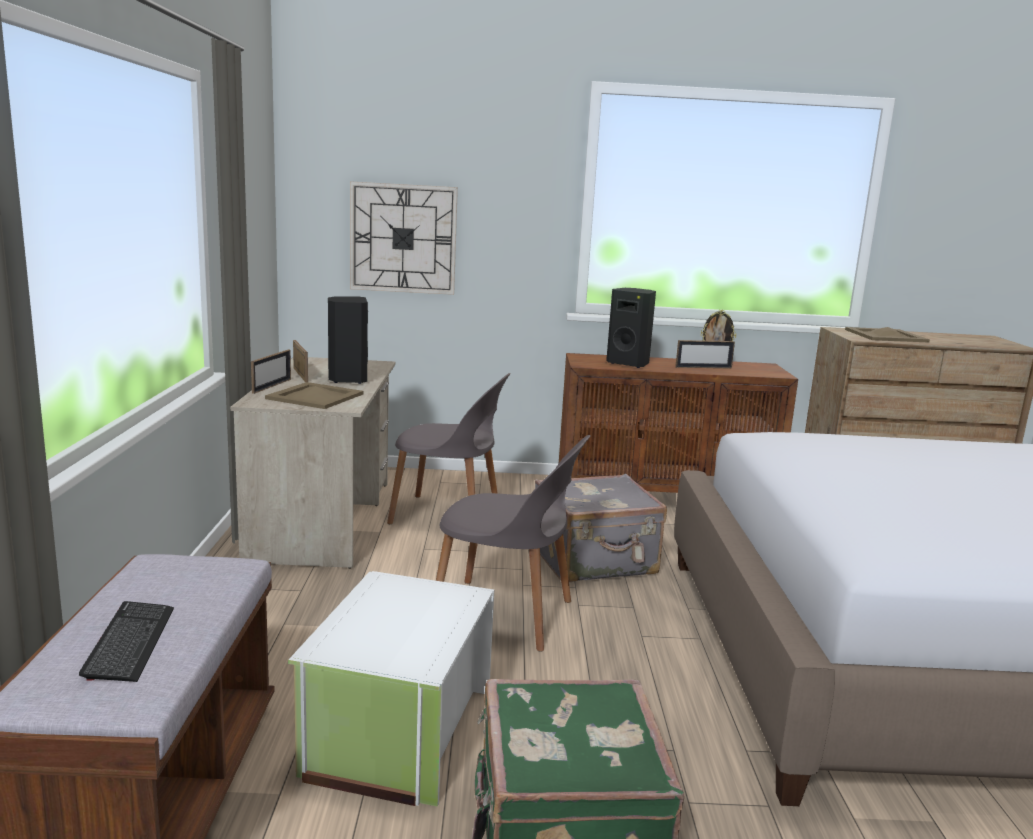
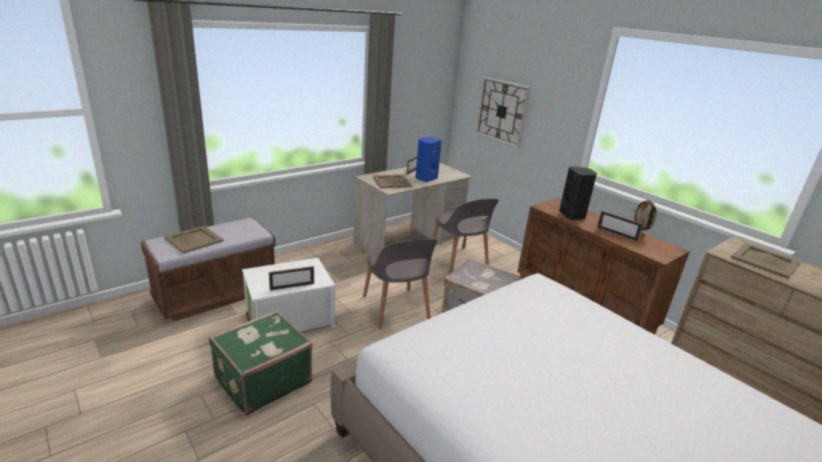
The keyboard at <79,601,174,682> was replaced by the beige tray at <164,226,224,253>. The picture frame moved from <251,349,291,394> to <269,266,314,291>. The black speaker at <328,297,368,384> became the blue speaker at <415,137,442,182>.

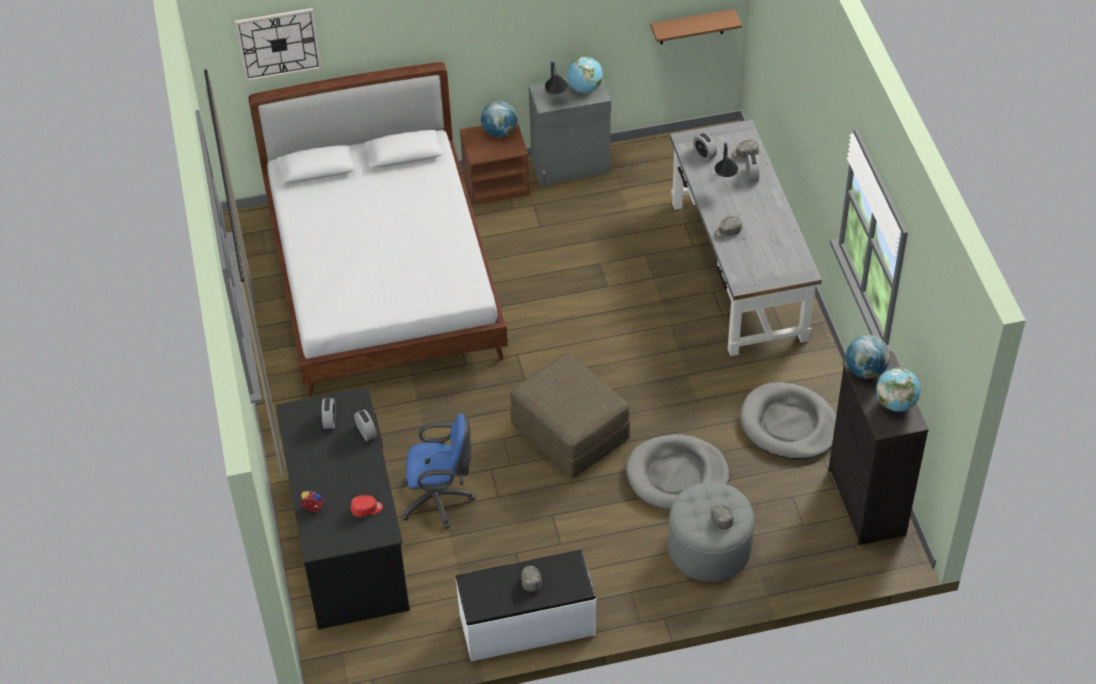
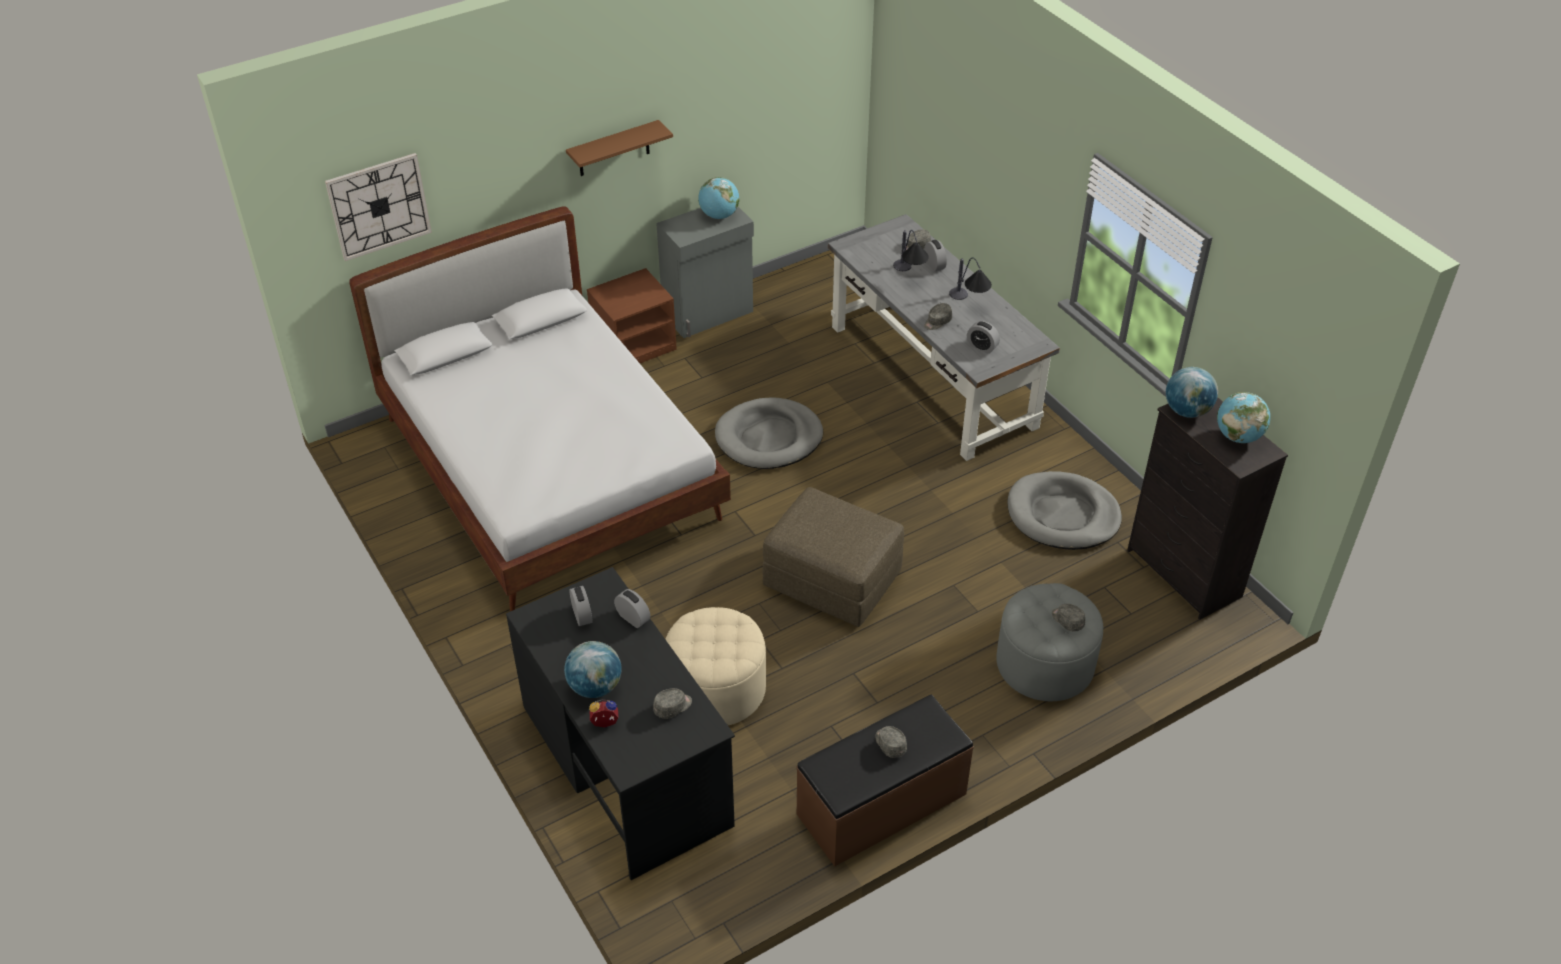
The globe moved from <481,101,517,137> to <564,641,622,698>. The brown shelf moved from <650,9,742,44> to <566,120,673,176>. The red cap at <351,495,383,517> became the grey cap at <653,688,692,719>. The blue office chair at <401,413,476,529> was replaced by the beige ottoman at <665,607,766,725>. The grey dog bed moved from <626,434,729,510> to <715,397,823,469>. The white bench at <455,550,596,661> became the brown bench at <796,695,974,866>. The table lamp moved from <545,61,568,95> to <949,257,992,300>. The alarm clock moved from <693,133,717,161> to <967,321,1000,353>.

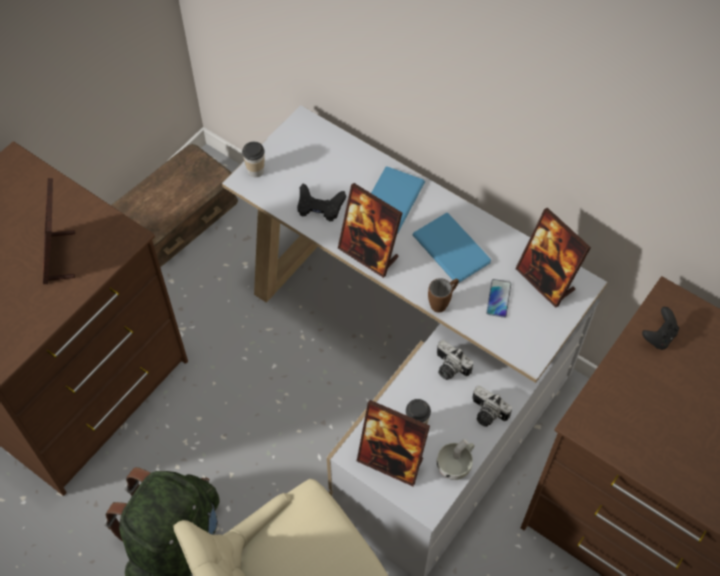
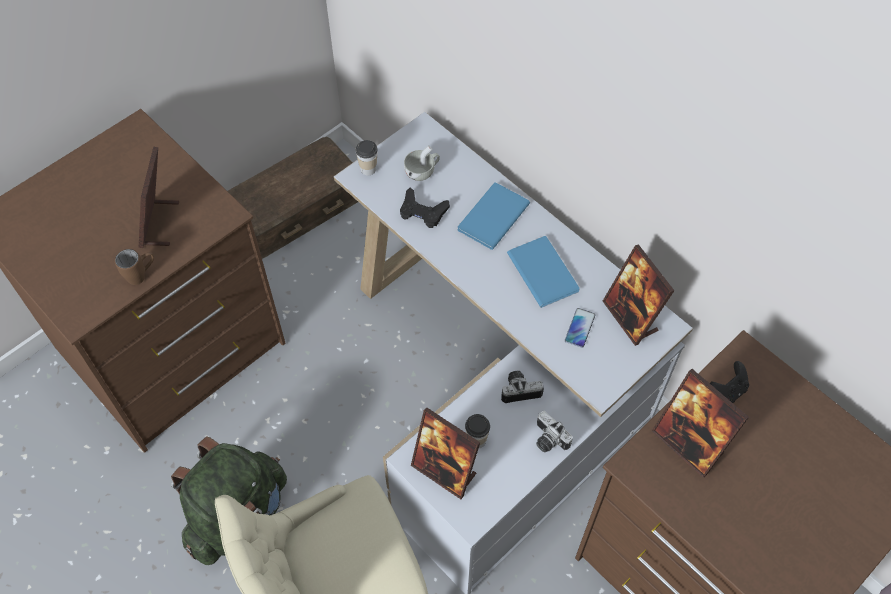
The brown mug moved from <428,278,459,312> to <115,249,154,285>. The white cup moved from <437,439,475,480> to <404,145,440,181>. The photo camera at <437,340,473,380> turned 120 degrees clockwise. The picture frame moved from <338,183,402,278> to <652,369,749,478>.

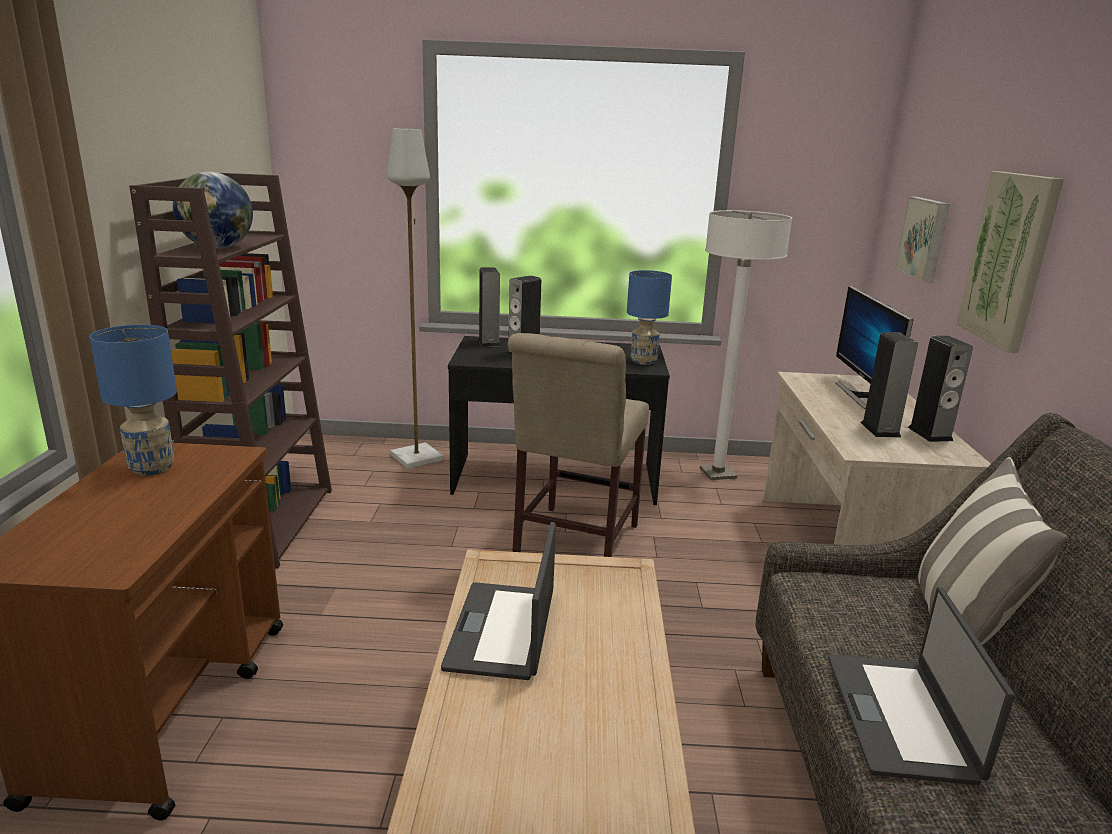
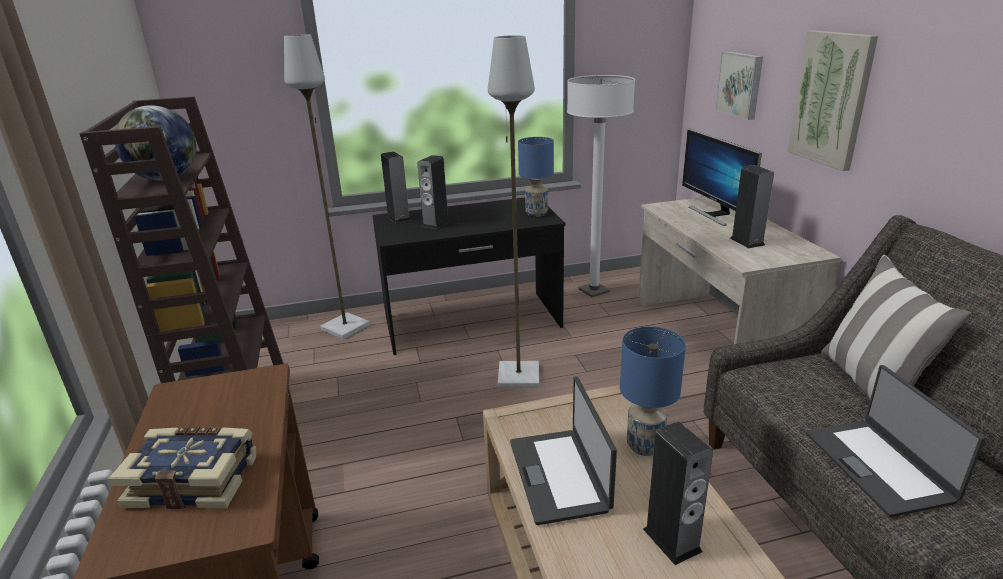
The book at <108,427,256,509> appeared. The beige chair at <508,333,649,557> was replaced by the grey floor lamp at <488,35,539,388>. The blue table lamp moved from <90,325,177,476> to <620,326,686,456>. The speaker moved from <908,336,973,442> to <643,422,713,565>.

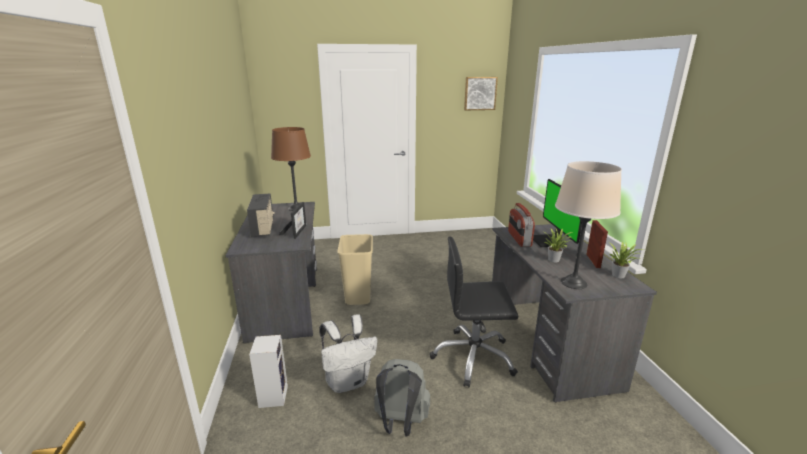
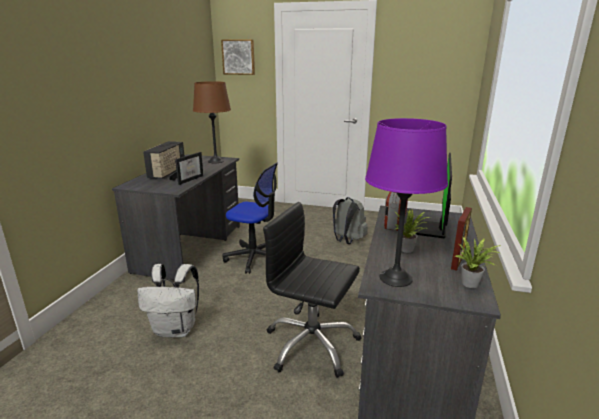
The picture moved from <464,77,498,110> to <221,39,255,75>. The beige trash can at <337,234,373,305> was replaced by the office chair at <223,163,278,274>. The grey backpack moved from <374,359,430,436> to <333,197,368,244>. The beige table lamp at <555,161,622,289> became the purple table lamp at <365,118,448,287>. The speaker at <249,335,288,408> disappeared.

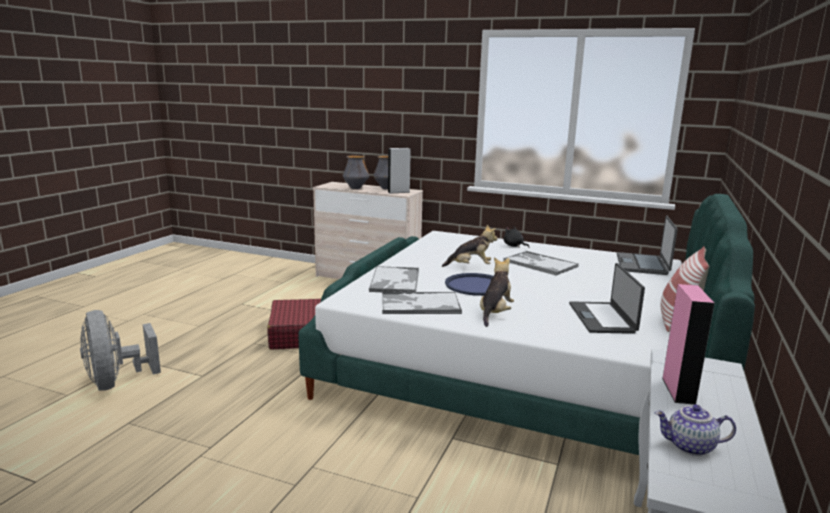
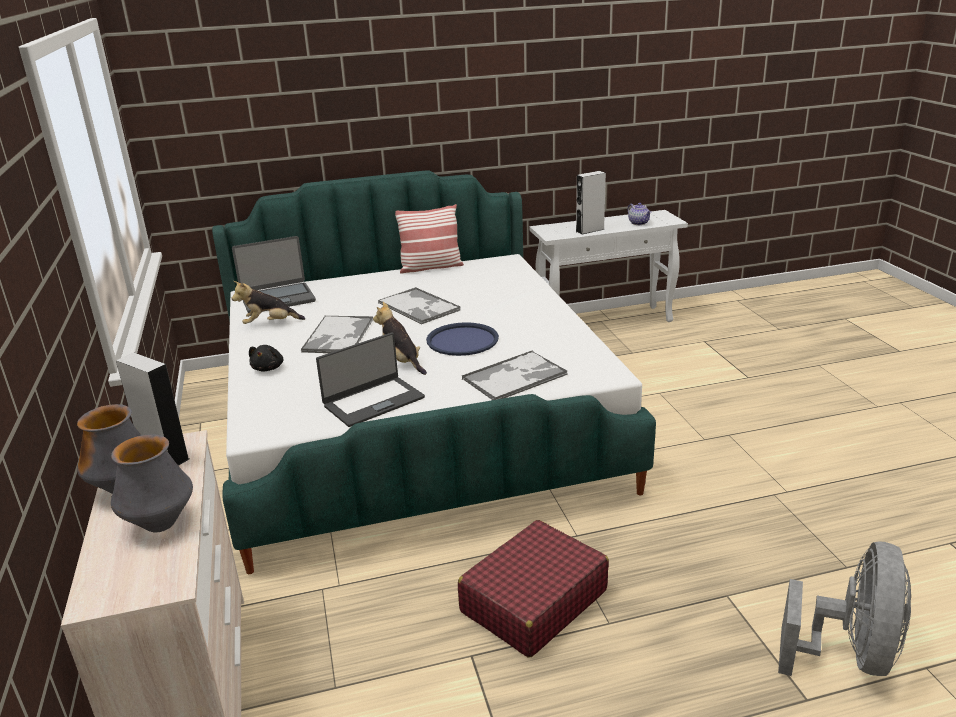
The plush toy moved from <480,257,514,327> to <232,281,305,324>. The laptop moved from <569,263,645,334> to <316,333,425,427>. The tray moved from <382,292,462,314> to <378,287,461,324>. The pink speaker at <662,284,715,405> became the grey speaker at <576,171,606,235>.

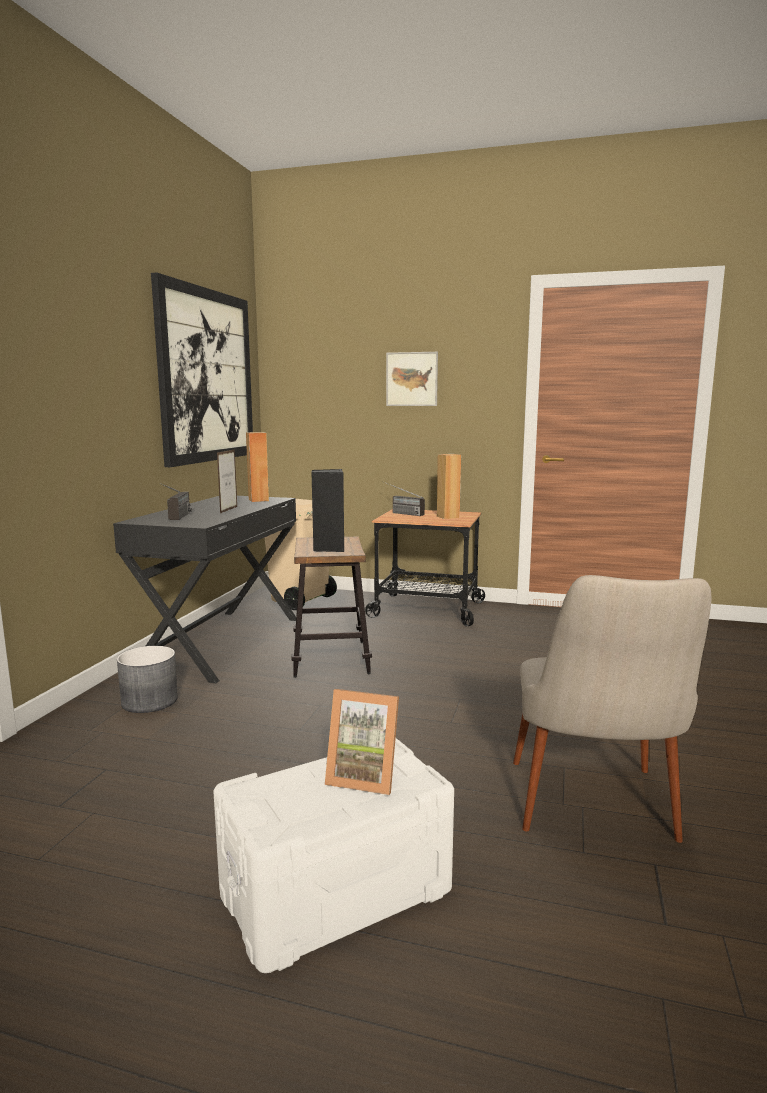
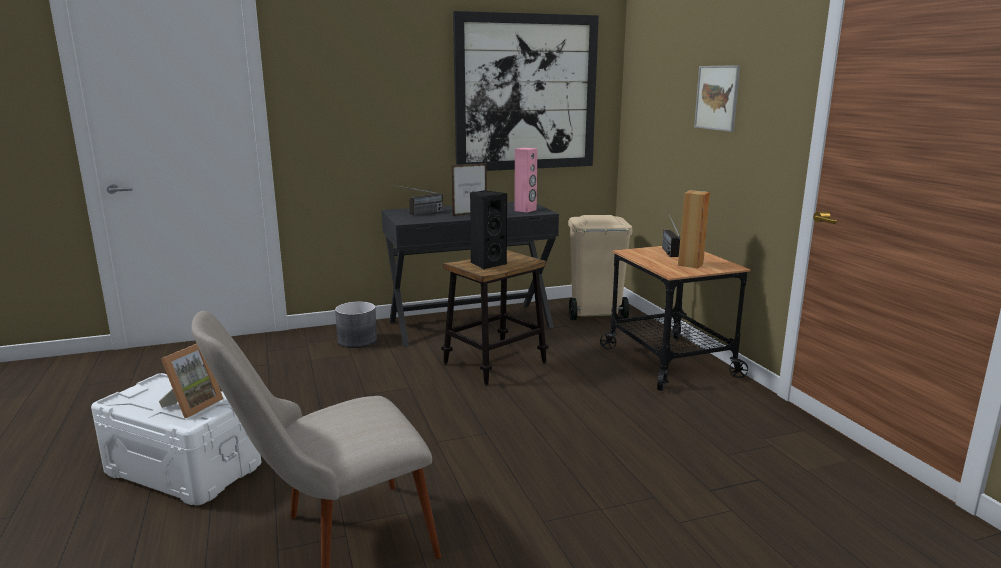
The picture frame at <325,689,399,795> turned 135 degrees counterclockwise. The brown speaker at <246,432,269,502> became the pink speaker at <514,148,538,213>.

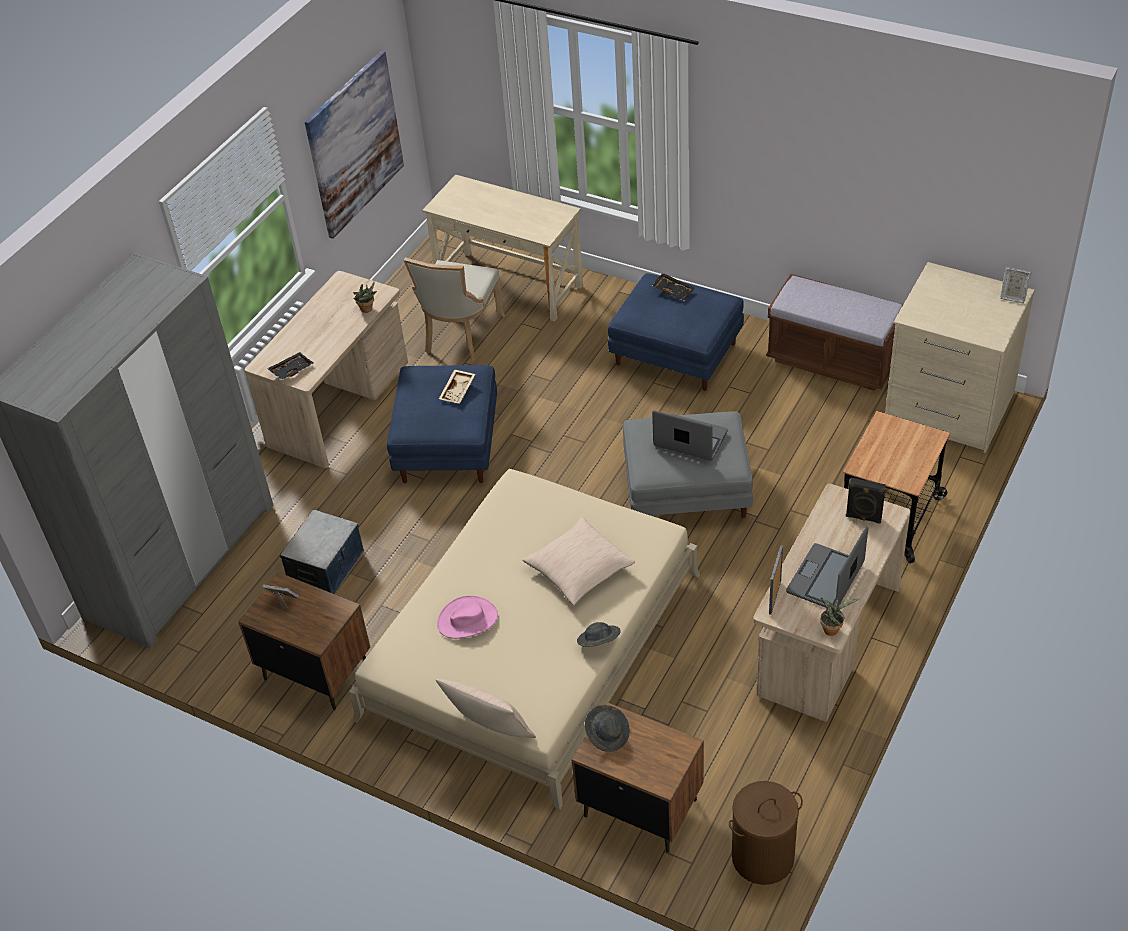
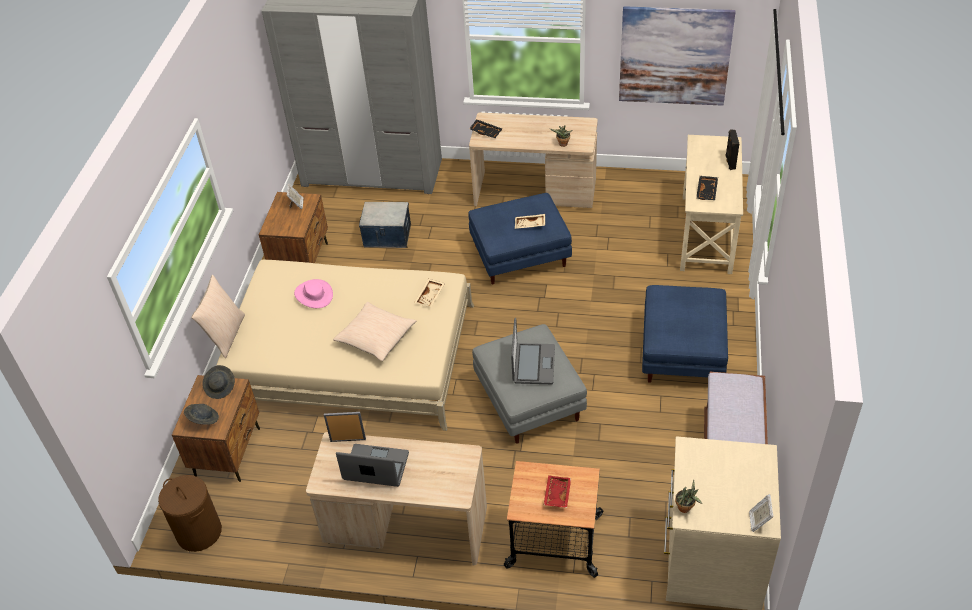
The grey hat moved from <577,622,621,647> to <184,404,219,425>. The beige tray at <414,279,445,307> appeared. The red tray at <544,475,571,508> appeared. The potted plant moved from <820,597,860,636> to <675,479,702,513>. The black tray moved from <651,273,695,301> to <696,176,718,200>. The black speaker moved from <846,478,886,524> to <725,129,739,170>. The beige chair at <404,257,505,361> disappeared.

